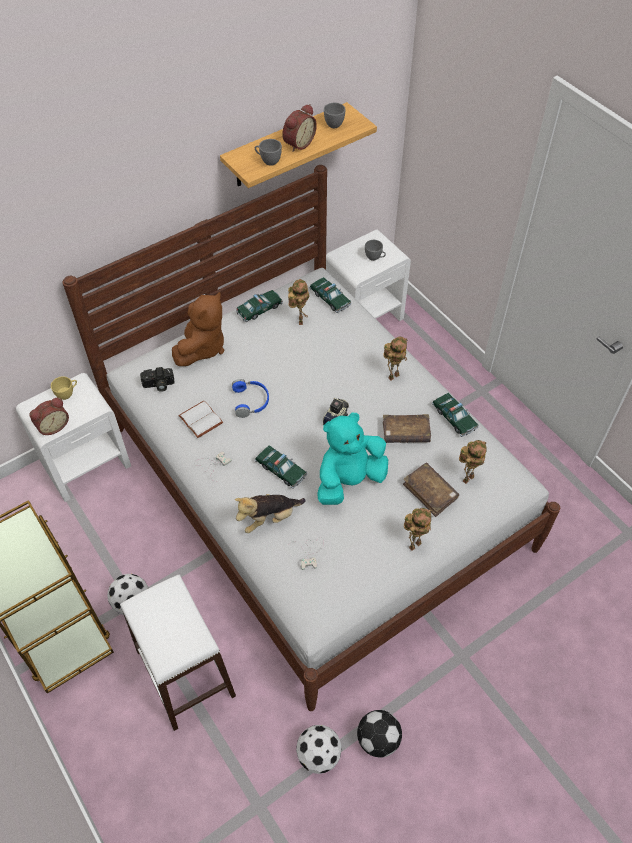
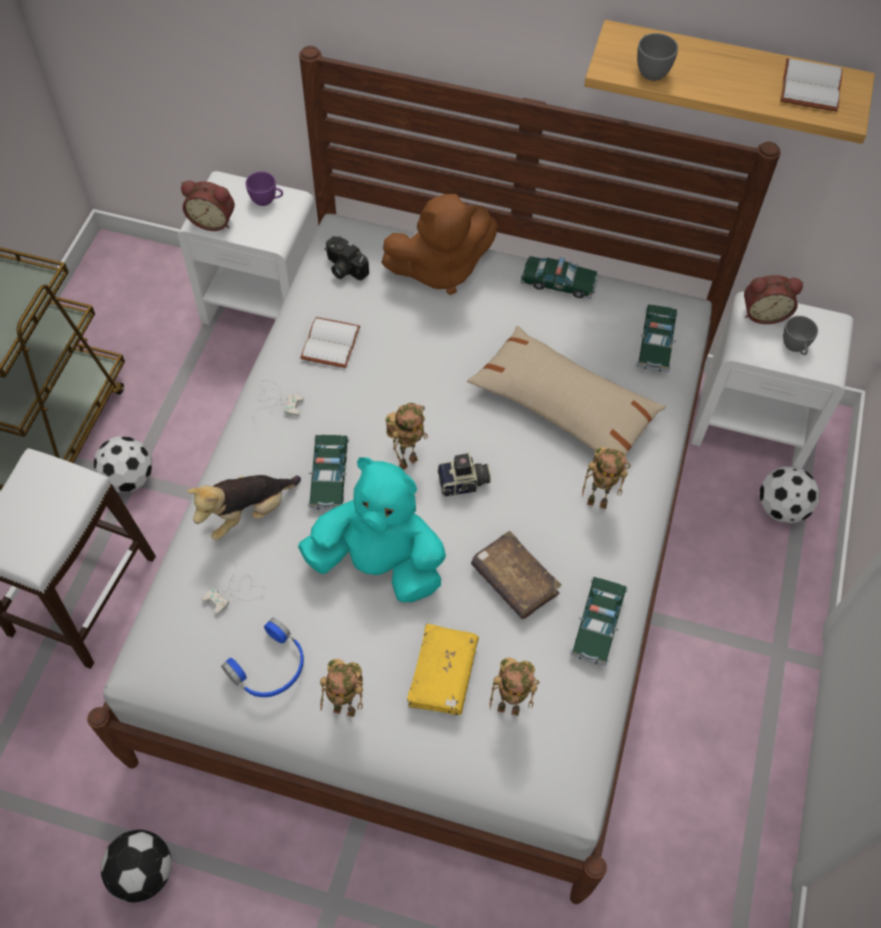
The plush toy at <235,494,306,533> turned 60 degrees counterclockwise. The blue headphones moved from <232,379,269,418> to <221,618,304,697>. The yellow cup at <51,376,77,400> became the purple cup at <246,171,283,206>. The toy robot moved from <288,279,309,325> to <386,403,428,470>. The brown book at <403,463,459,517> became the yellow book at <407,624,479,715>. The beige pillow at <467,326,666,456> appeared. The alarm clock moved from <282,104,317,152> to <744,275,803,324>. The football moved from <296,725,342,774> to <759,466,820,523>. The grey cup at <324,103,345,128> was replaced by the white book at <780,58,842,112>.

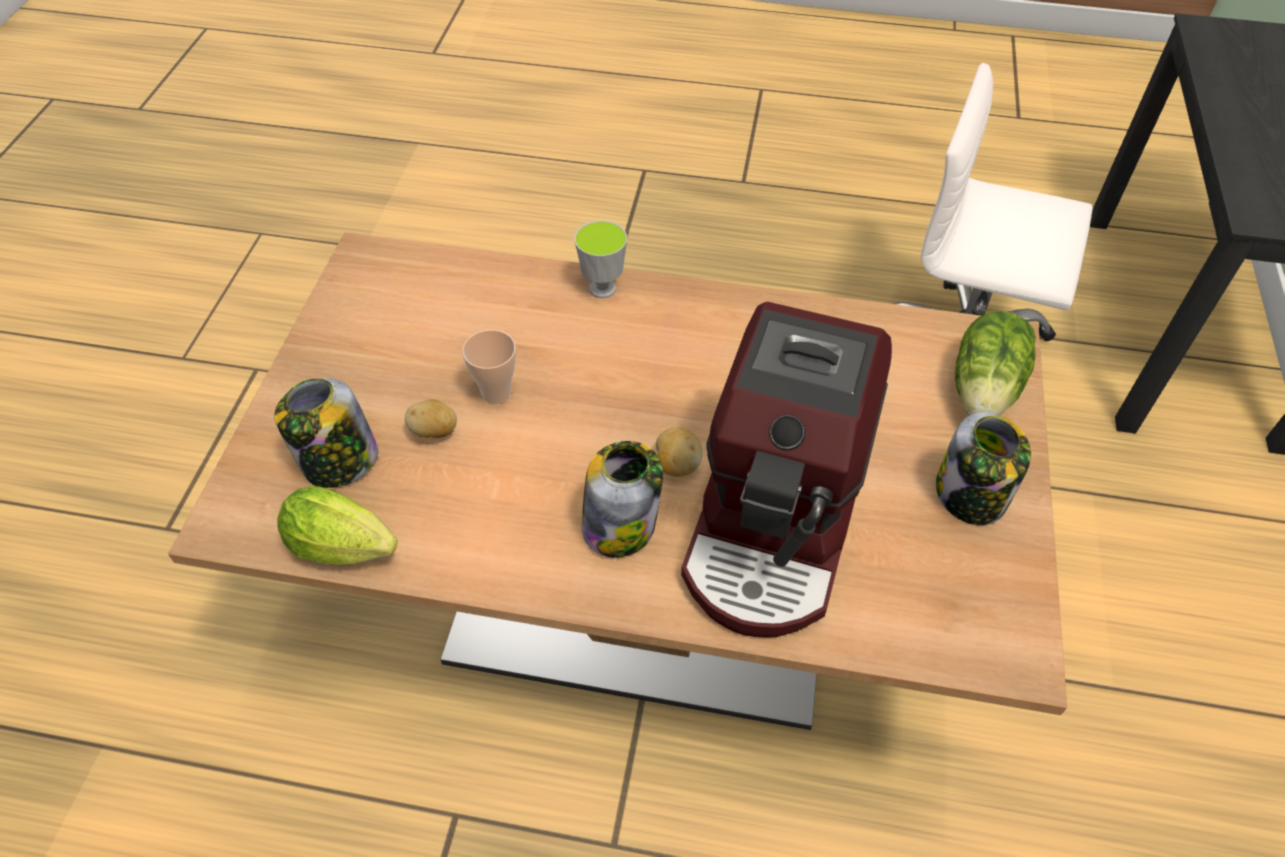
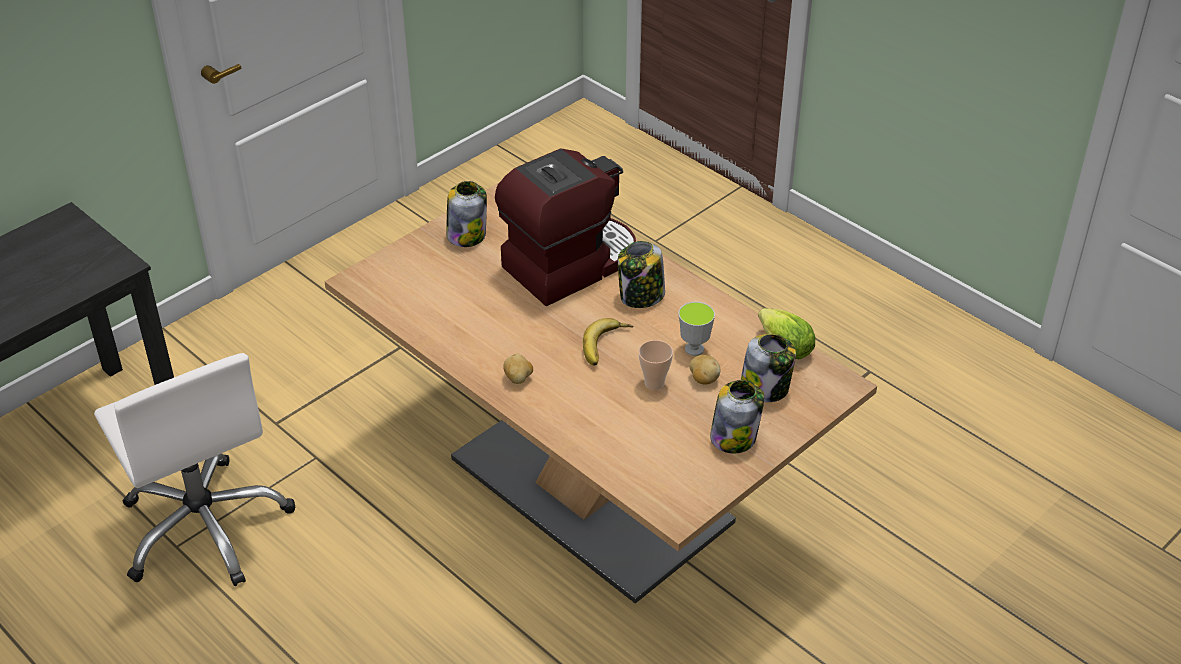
The potato moved from <656,427,703,477> to <503,354,533,384>. The banana at <583,318,633,366> appeared. The cup moved from <574,220,627,298> to <678,302,715,356>. The jar at <710,380,764,454> appeared. The lettuce at <955,311,1036,416> disappeared.

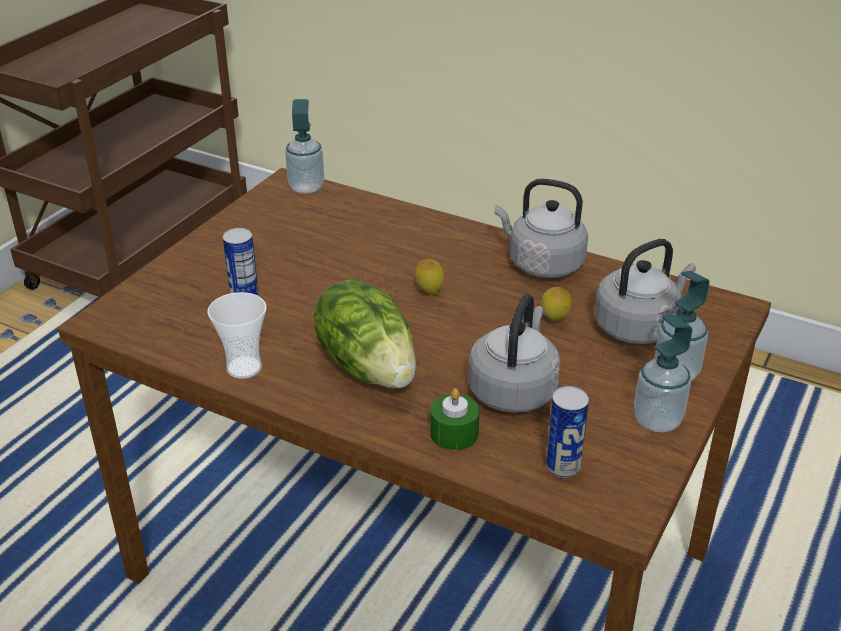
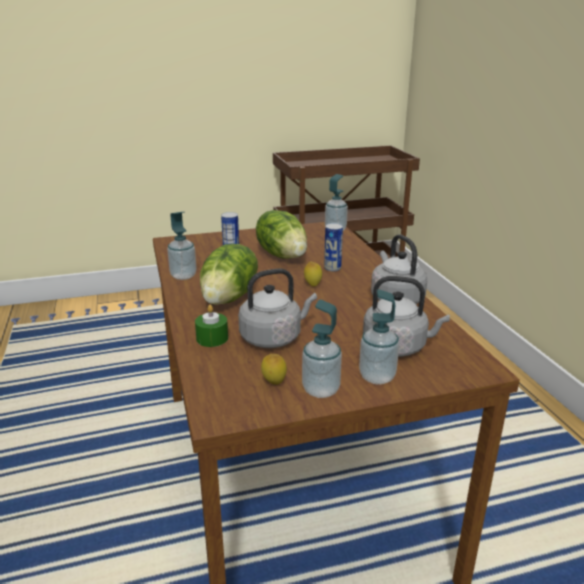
The cup at <207,292,267,379> was replaced by the soap dispenser at <167,212,197,280>. The lettuce at <256,210,307,259> appeared. The lemon moved from <541,287,572,322> to <261,354,287,385>. The can moved from <546,386,589,478> to <324,223,343,271>.

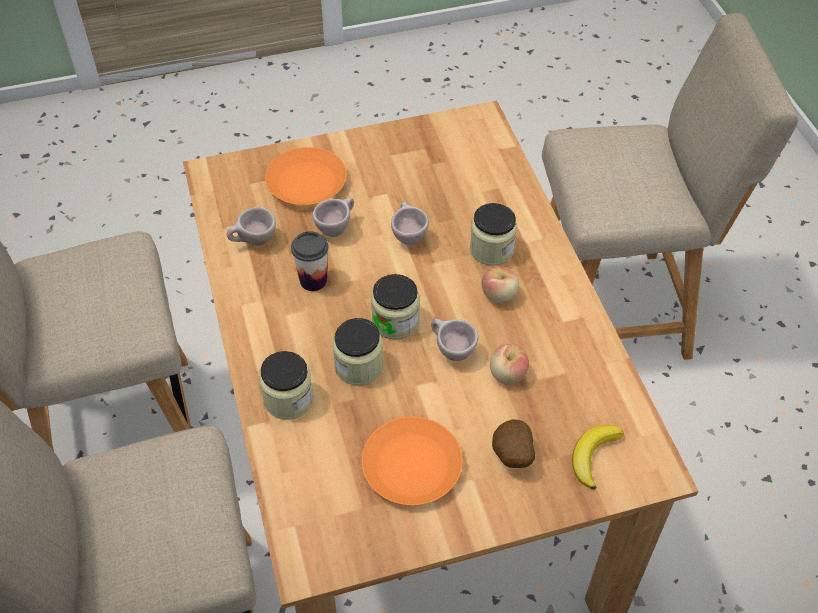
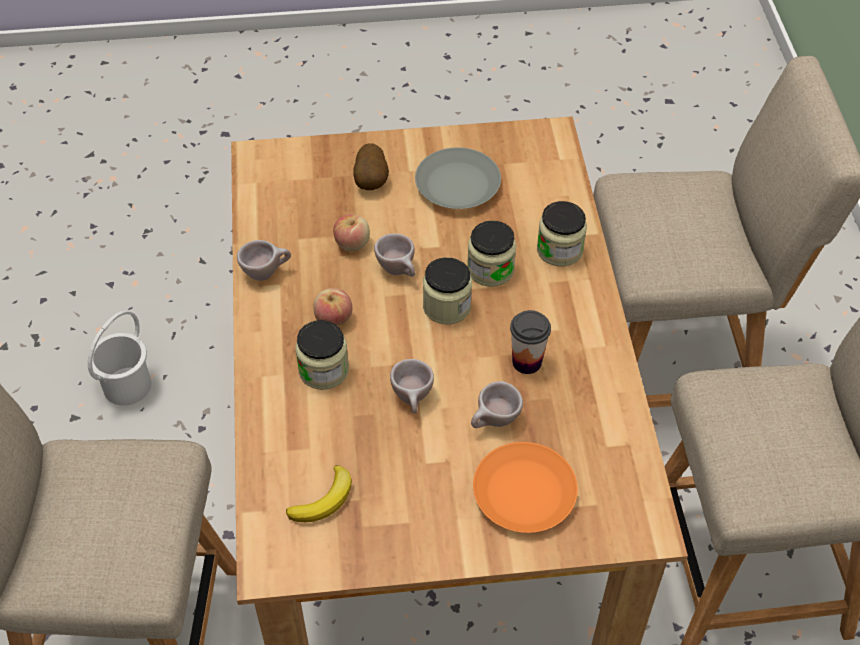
The white bucket at <88,311,151,406> appeared. The beige cup moved from <227,207,276,246> to <237,240,291,281>. The banana moved from <572,425,624,490> to <286,465,352,522>. The orange plate at <362,417,463,505> became the grey plate at <415,147,501,209>.

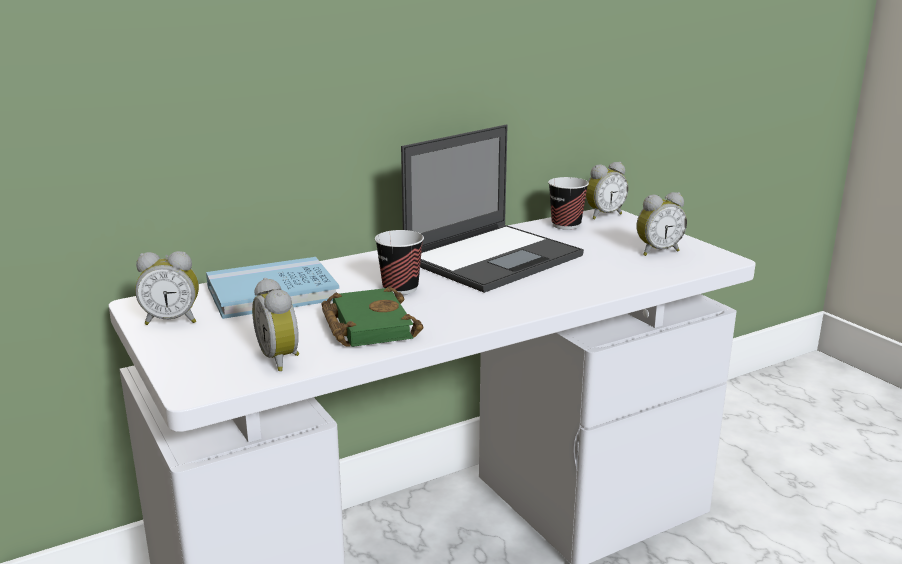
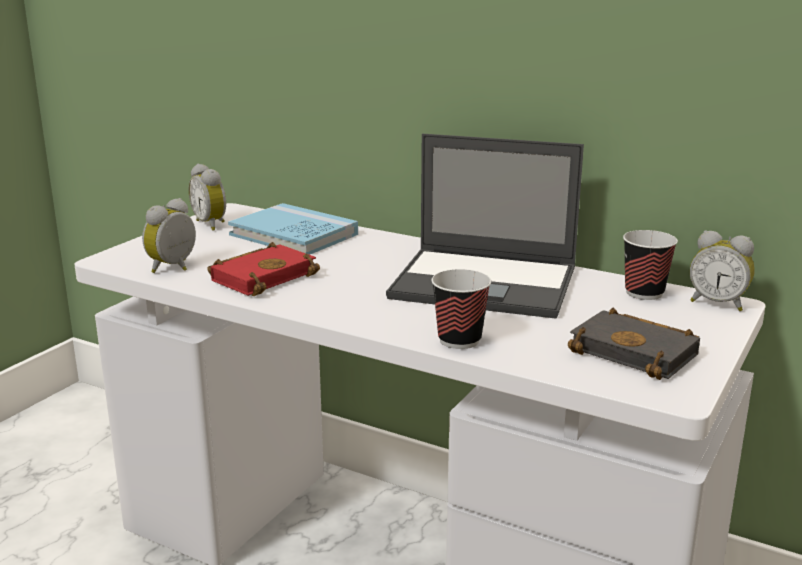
The green book at <321,286,423,347> became the red book at <207,242,320,296>. The cup moved from <375,230,424,295> to <431,269,491,349>. The alarm clock at <637,192,687,256> was replaced by the black book at <568,308,700,380>.

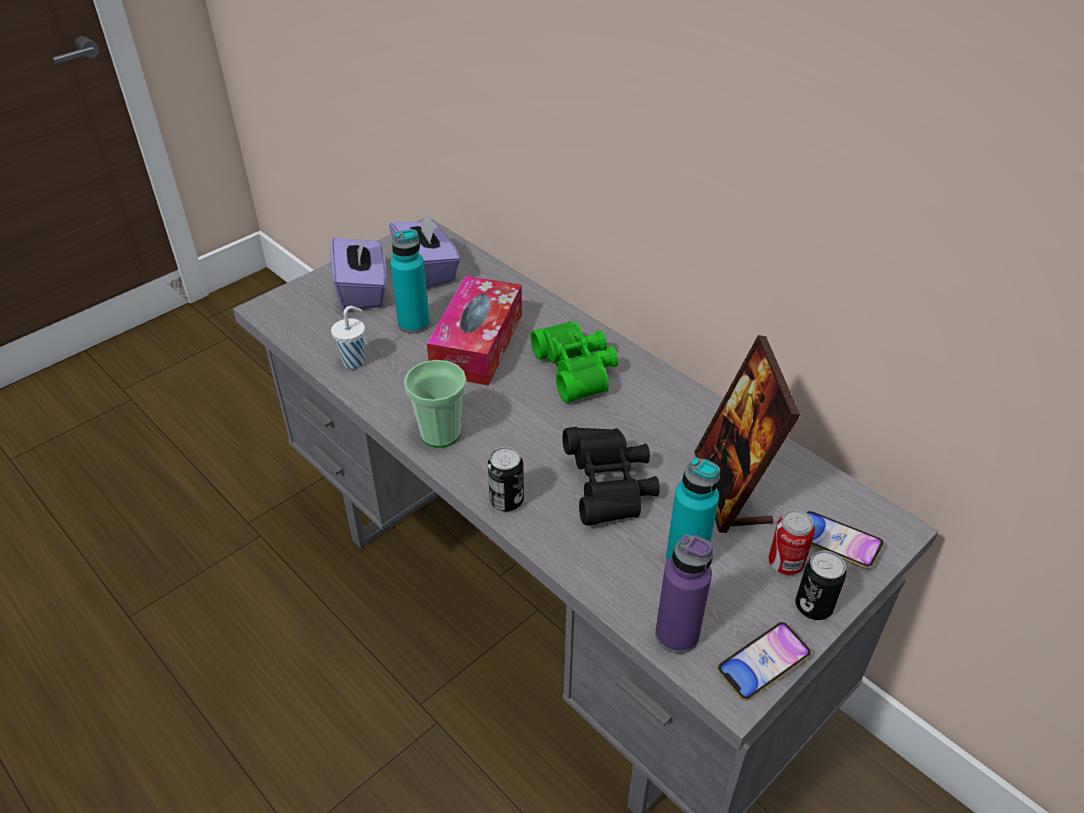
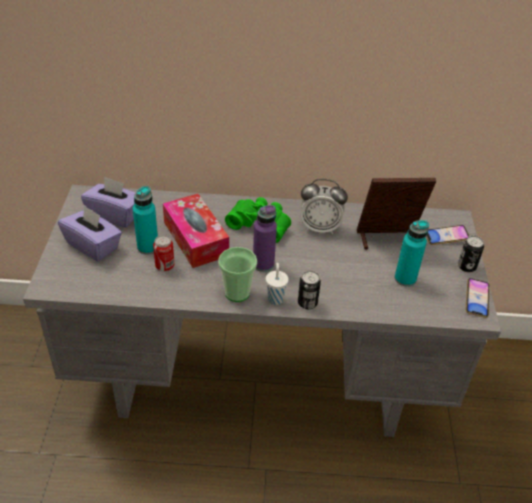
The can moved from <768,509,815,575> to <153,235,174,271>. The purple bottle moved from <655,534,713,654> to <253,205,277,272>. The white cup moved from <331,306,365,369> to <266,263,289,305>. The alarm clock at <300,179,348,234> appeared. The picture frame at <694,335,800,533> turned 135 degrees clockwise. The black binoculars at <562,427,660,525> disappeared.

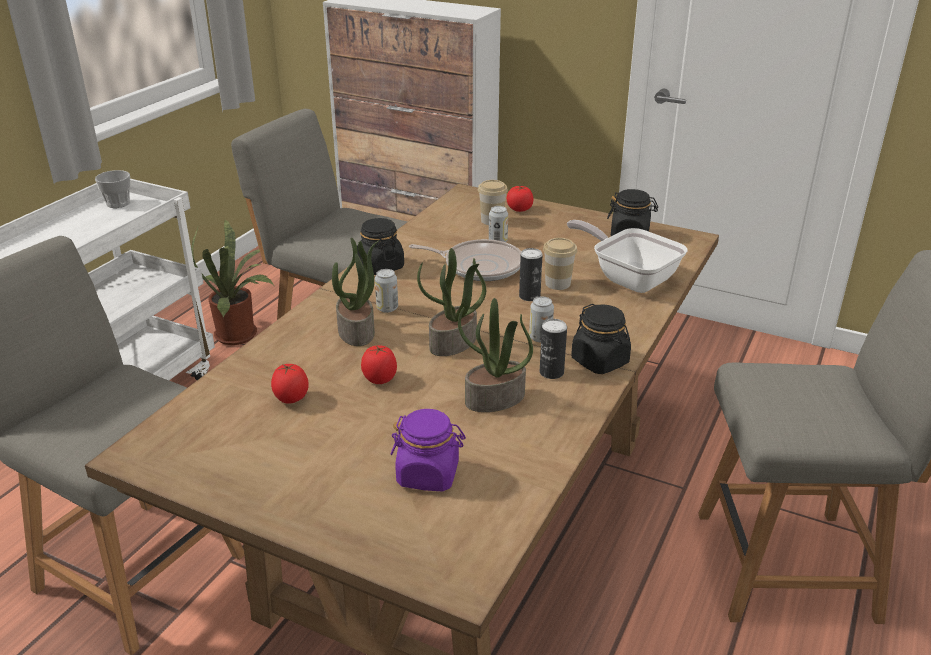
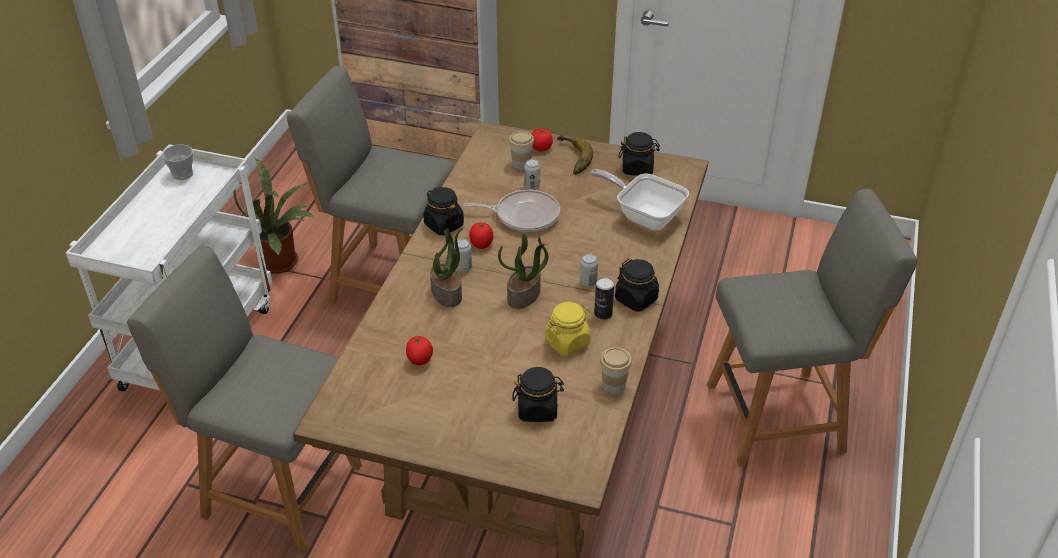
The tomato moved from <361,345,397,384> to <469,222,493,249>. The purple jar at <391,409,466,491> became the black jar at <513,367,564,422>. The potted plant at <458,298,533,412> was replaced by the yellow jar at <545,302,591,356>. The banana at <557,135,593,175> appeared. The cup moved from <543,238,577,290> to <600,347,632,394>. The can at <519,248,543,301> disappeared.

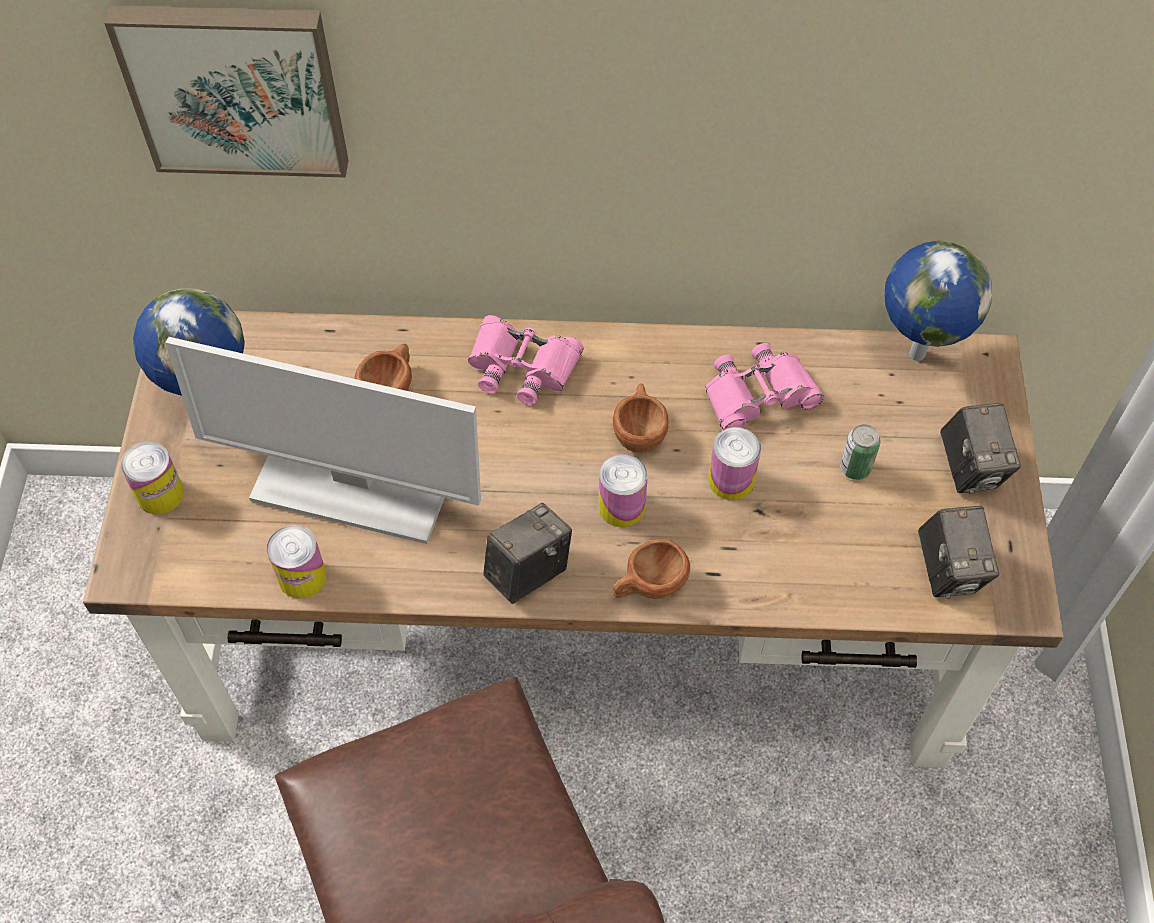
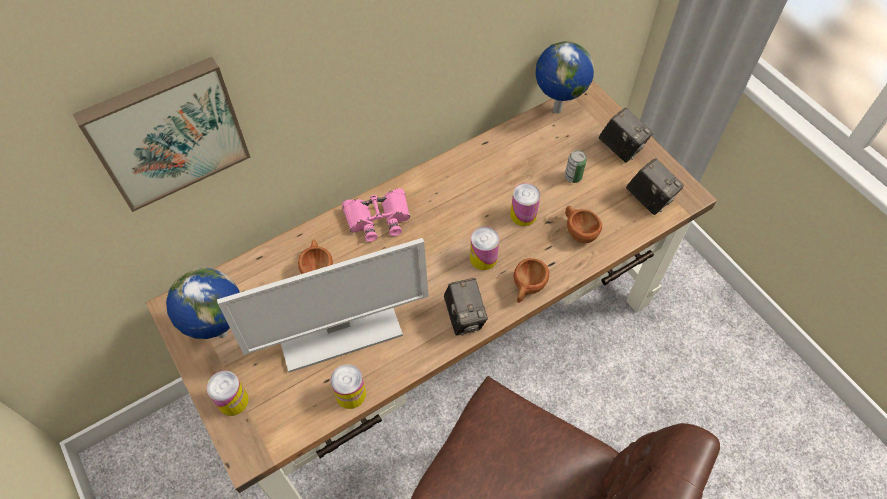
The photo camera at <483,503,572,604> turned 150 degrees clockwise. The brown cup moved from <613,383,668,452> to <565,206,602,243>. The pink binoculars at <705,343,824,430> disappeared.

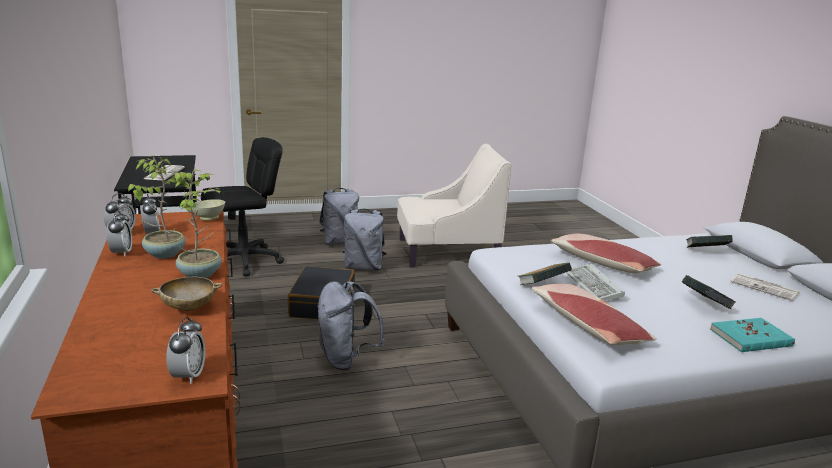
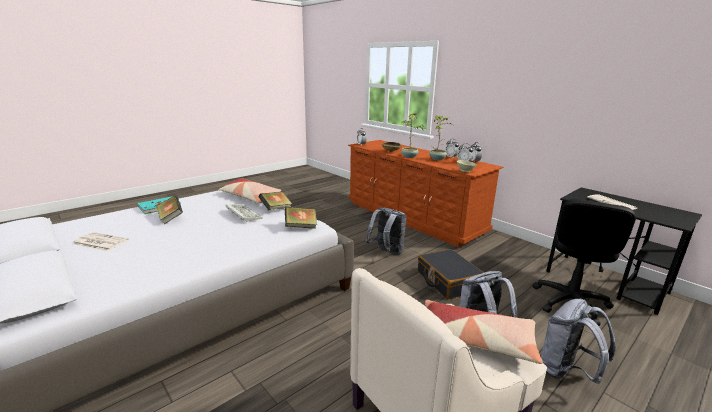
The book moved from <686,235,733,248> to <285,207,317,229>. The pillow moved from <551,233,661,273> to <425,300,543,364>.

